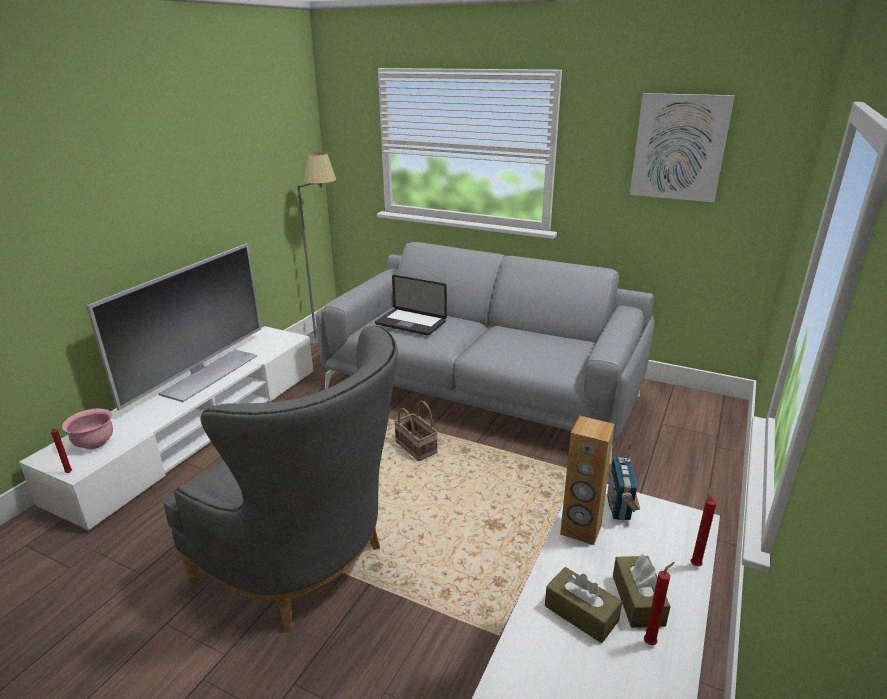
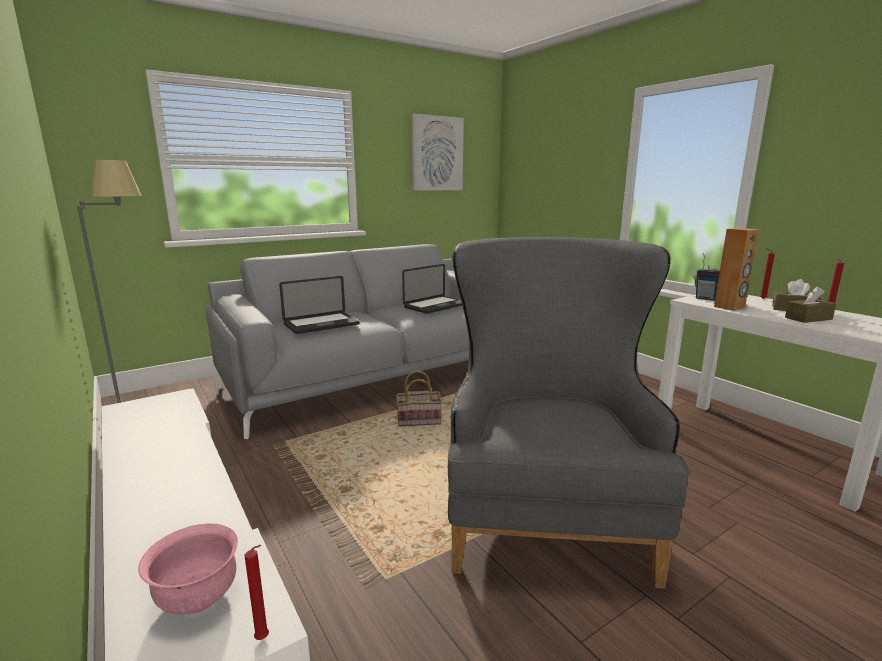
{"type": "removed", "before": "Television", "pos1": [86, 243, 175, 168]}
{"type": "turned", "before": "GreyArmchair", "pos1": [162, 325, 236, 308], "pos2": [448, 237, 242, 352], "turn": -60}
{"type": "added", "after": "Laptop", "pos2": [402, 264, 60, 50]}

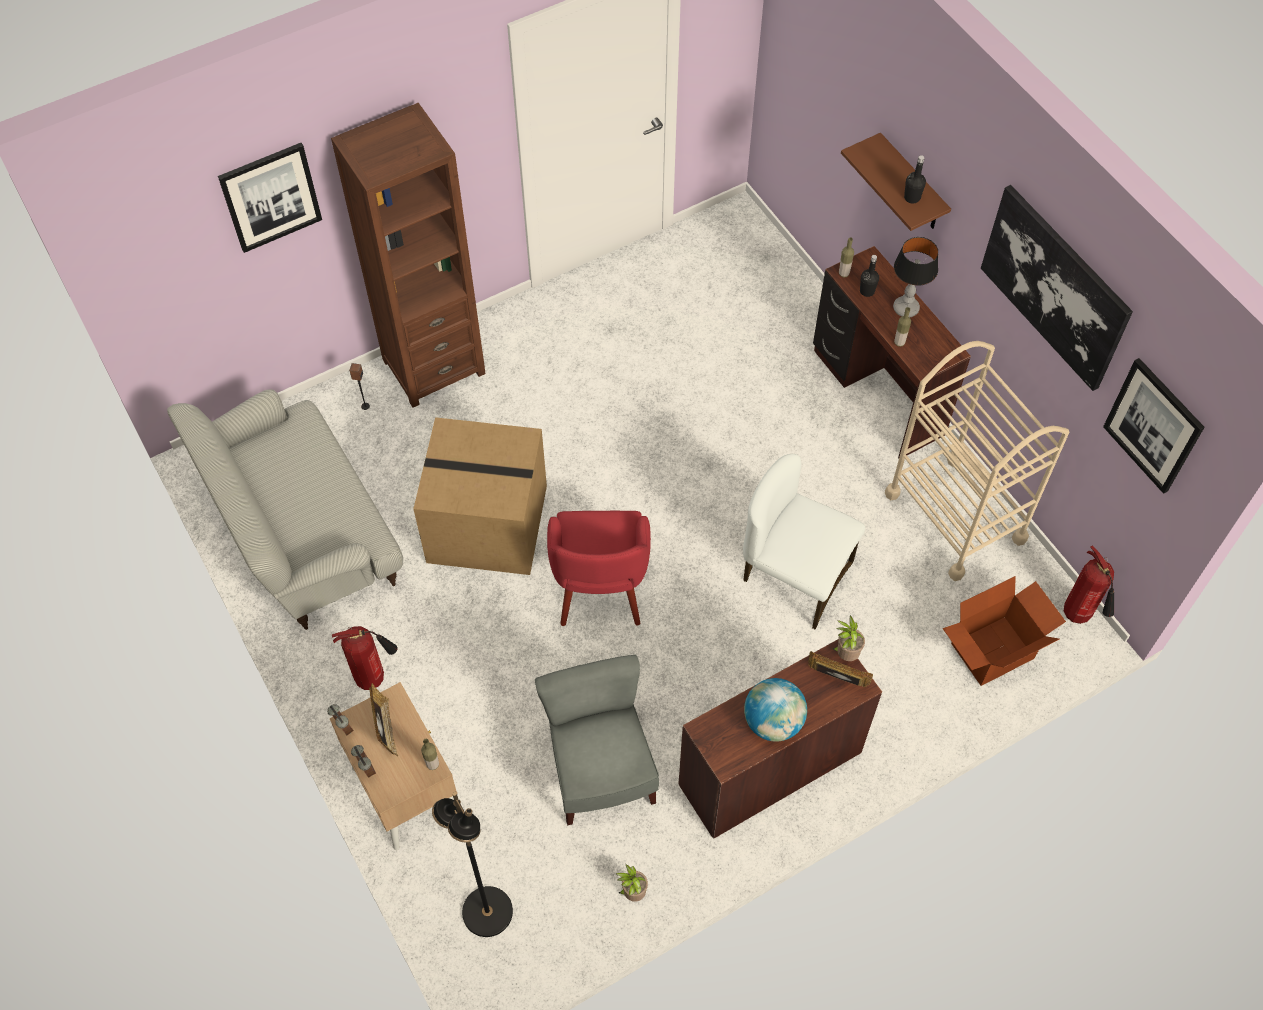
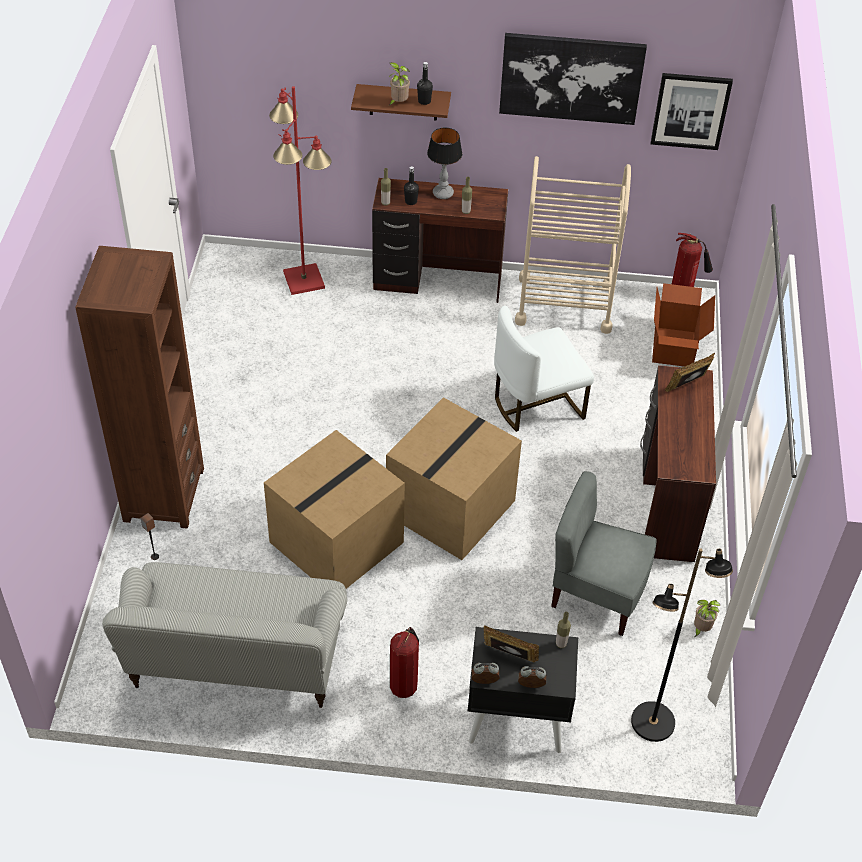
{"type": "removed", "before": "Picture", "pos1": [218, 143, 104, 110]}
{"type": "replaced", "before": "RedArmchair", "after": "CardboardBox", "pos1": [547, 511, 104, 115], "pos2": [386, 397, 136, 163]}
{"type": "moved", "before": "PottedPlant", "pos1": [832, 616, 33, 45], "pos2": [388, 62, 22, 43]}
{"type": "removed", "before": "Globe", "pos1": [744, 678, 63, 64]}
{"type": "recoloured", "before": "BeigeNightstand", "after": "BlackNightstand", "pos1": [330, 682, 127, 168], "pos2": [468, 627, 110, 126]}
{"type": "added", "after": "RedFloorLamp", "pos2": [269, 86, 62, 209]}

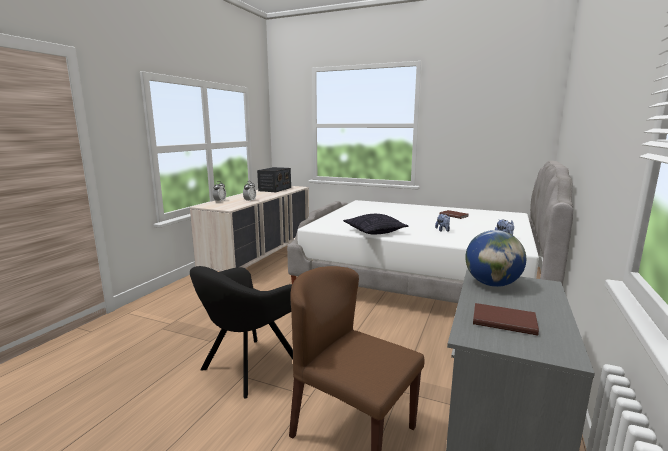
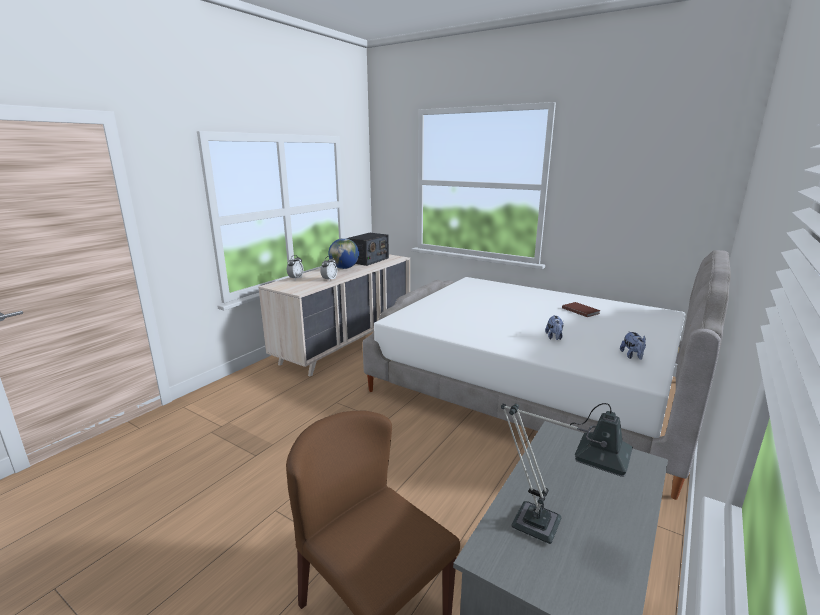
{"type": "removed", "before": "Pillow", "pos1": [343, 214, 65, 21]}
{"type": "moved", "before": "Globe", "pos1": [465, 230, 61, 57], "pos2": [328, 238, 31, 31]}
{"type": "removed", "before": "BlackArmchair", "pos1": [190, 266, 103, 132]}
{"type": "replaced", "before": "BrownBook", "after": "TableLamp", "pos1": [473, 303, 66, 33], "pos2": [501, 403, 132, 141]}

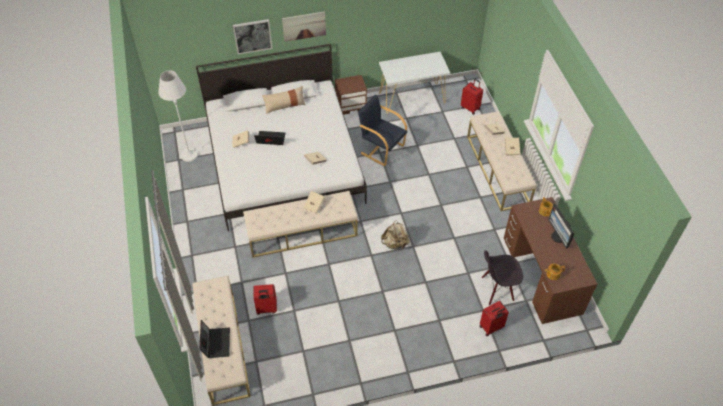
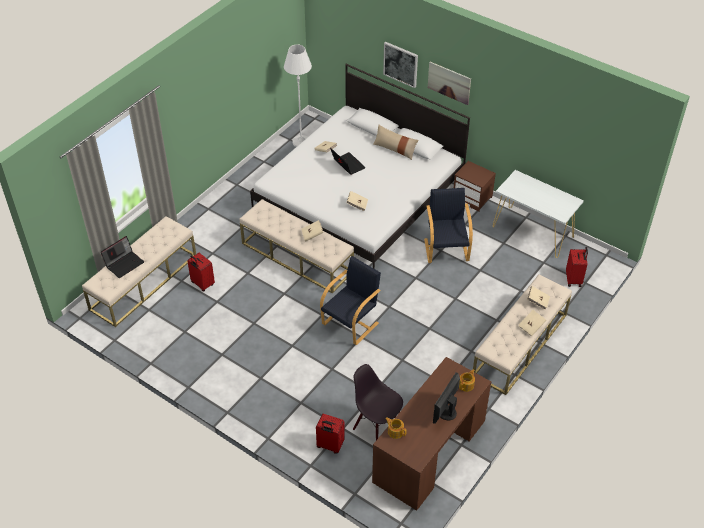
{"type": "replaced", "before": "BeigeBackpack", "after": "BlackArmchair", "pos1": [381, 221, 29, 28], "pos2": [320, 256, 61, 89]}

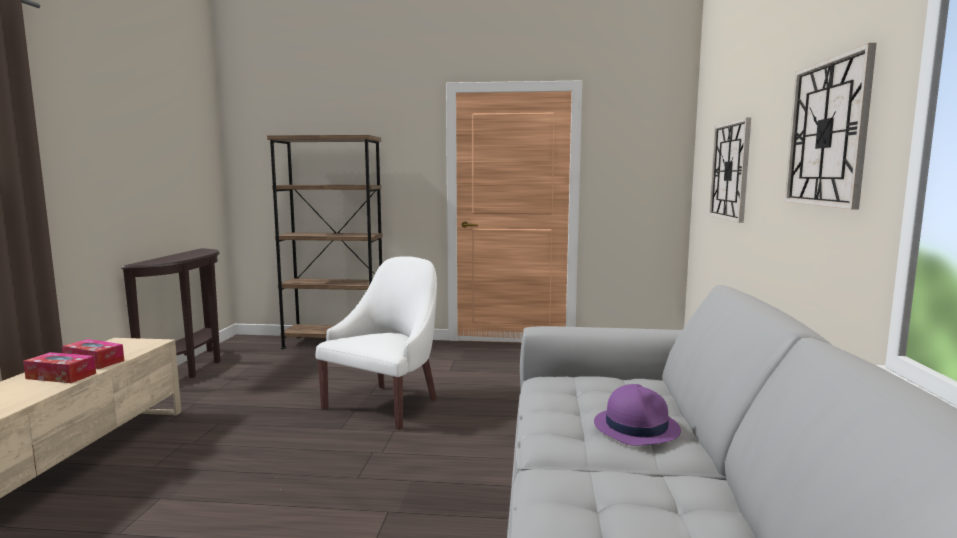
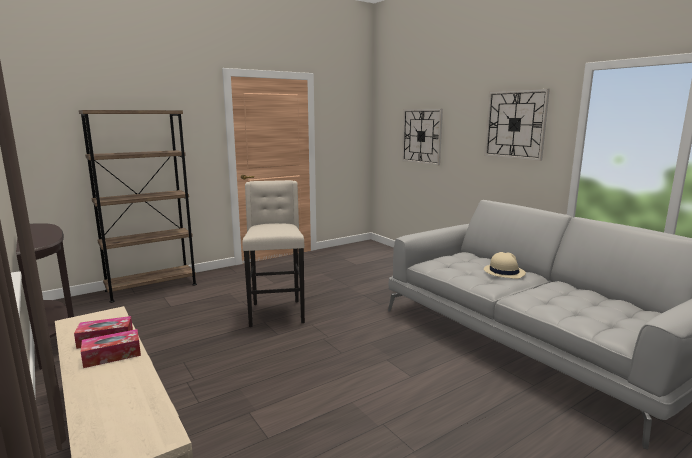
{"type": "replaced", "before": "WhiteArmchair", "after": "BeigeStool", "pos1": [316, 256, 121, 174], "pos2": [242, 180, 63, 147]}
{"type": "recoloured", "before": "PurpleHat", "after": "BeigeHat", "pos1": [594, 384, 87, 62], "pos2": [484, 252, 42, 27]}

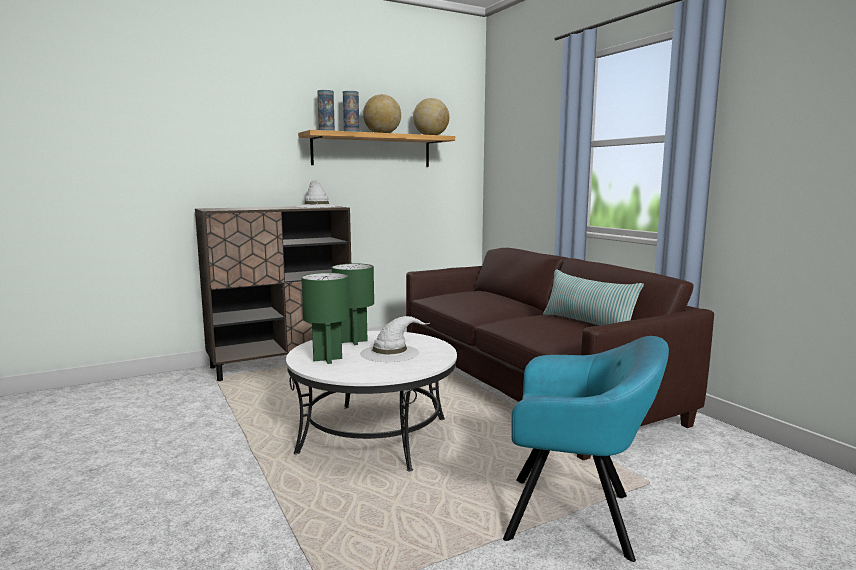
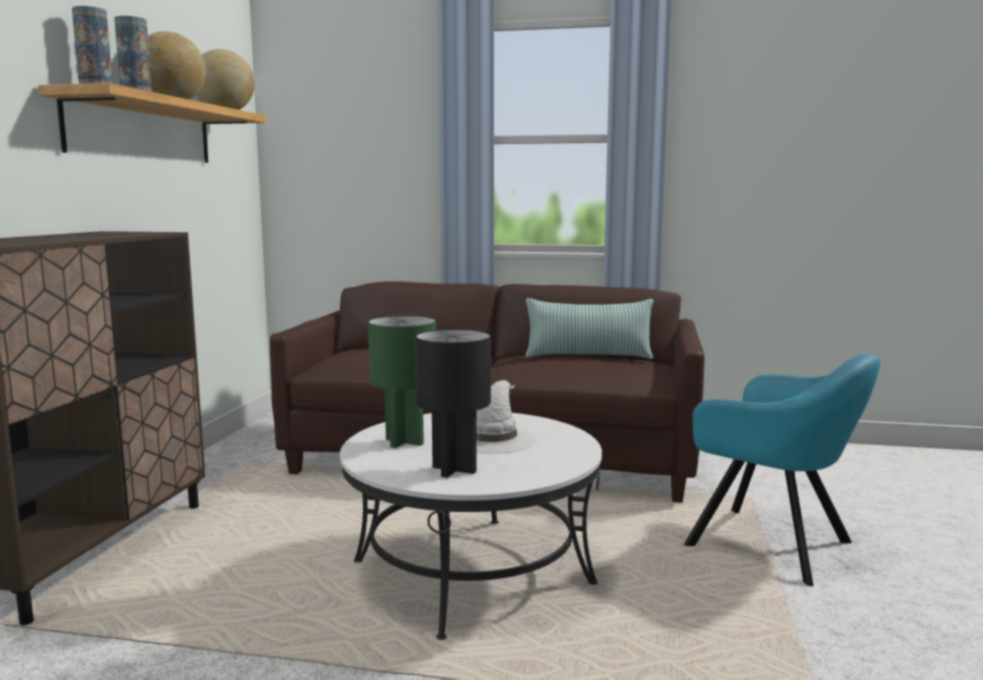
{"type": "removed", "before": "WhiteHat", "pos1": [296, 181, 42, 27]}
{"type": "recoloured", "before": "GreenTableLamp", "after": "BlackTableLamp", "pos1": [301, 273, 49, 91], "pos2": [415, 329, 76, 149]}
{"type": "turned", "before": "TurquoiseArmchair", "pos1": [503, 336, 166, 226], "pos2": [684, 354, 196, 232], "turn": 75}

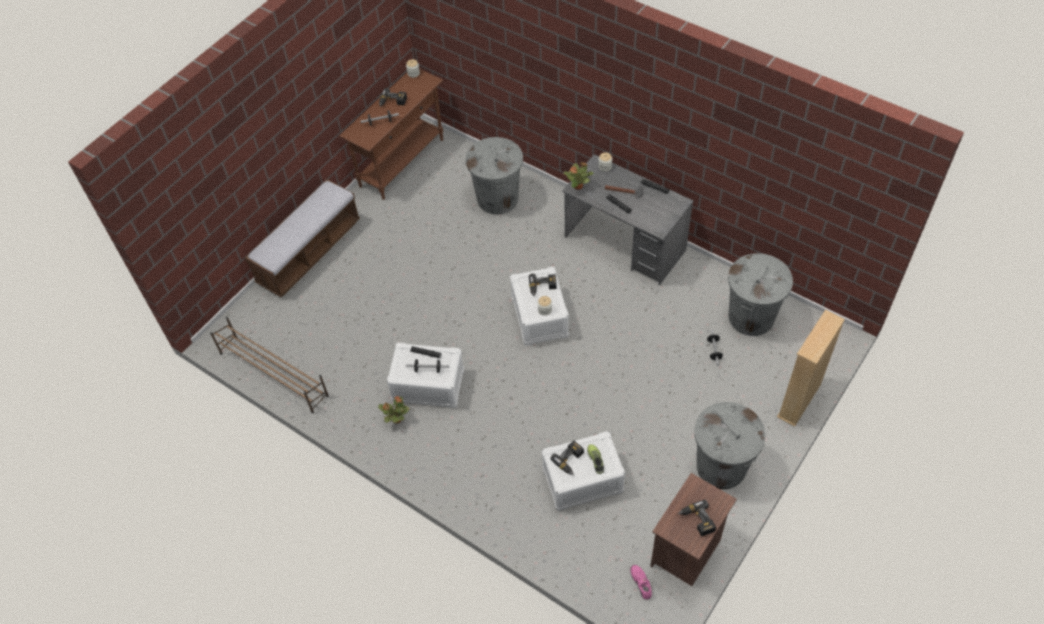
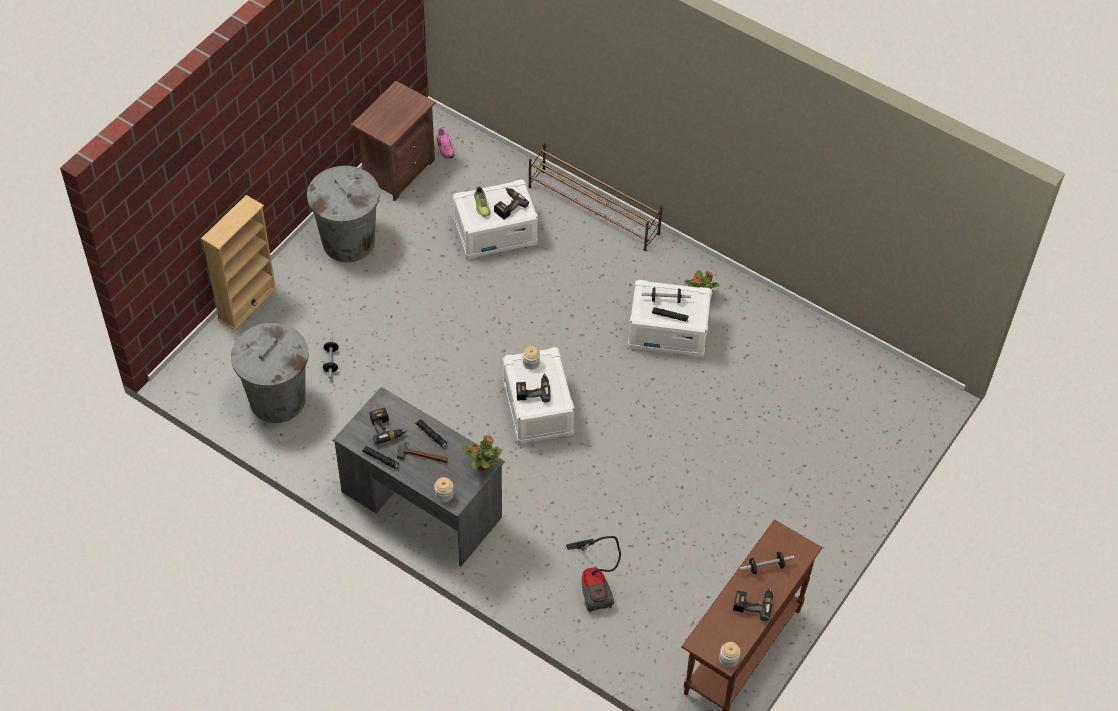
{"type": "replaced", "before": "GreyTrashCan", "after": "VacuumCleaner", "pos1": [465, 137, 58, 78], "pos2": [566, 536, 55, 76]}
{"type": "removed", "before": "Bench", "pos1": [245, 179, 115, 118]}
{"type": "moved", "before": "BrownShoeRack", "pos1": [210, 317, 119, 96], "pos2": [528, 143, 135, 108]}
{"type": "moved", "before": "PowerDrill", "pos1": [678, 500, 38, 37], "pos2": [370, 408, 38, 36]}

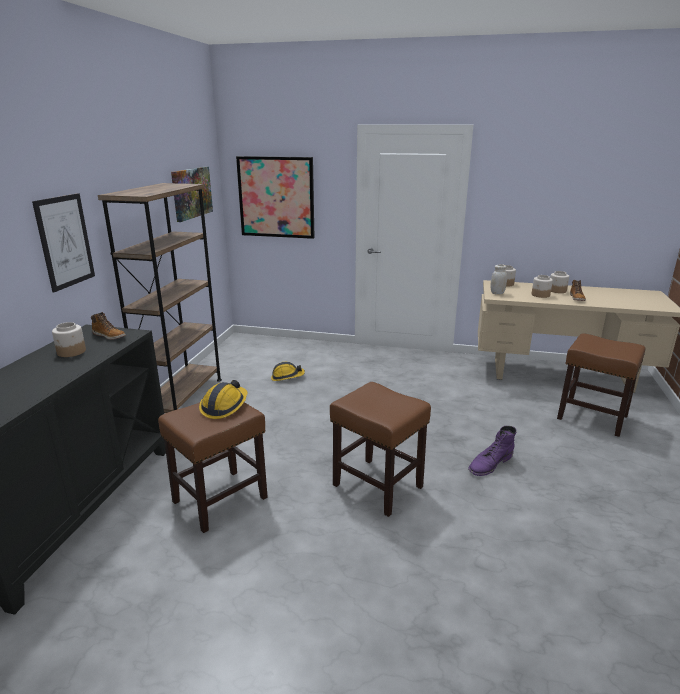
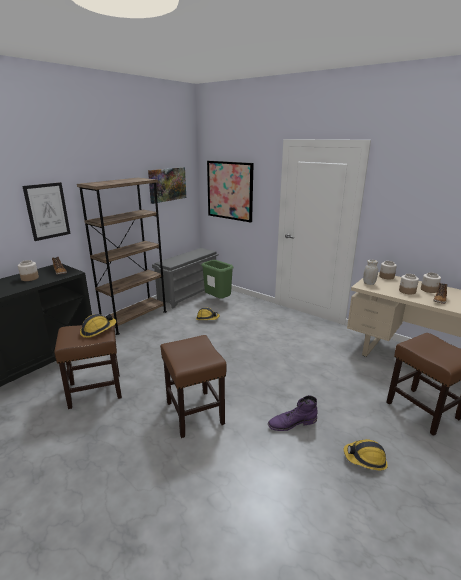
{"type": "added", "after": "GreyShoeRack", "pos2": [152, 248, 67, 60]}
{"type": "added", "after": "GreenTrashCan", "pos2": [201, 260, 33, 39]}
{"type": "added", "after": "HardHat", "pos2": [344, 439, 44, 31]}

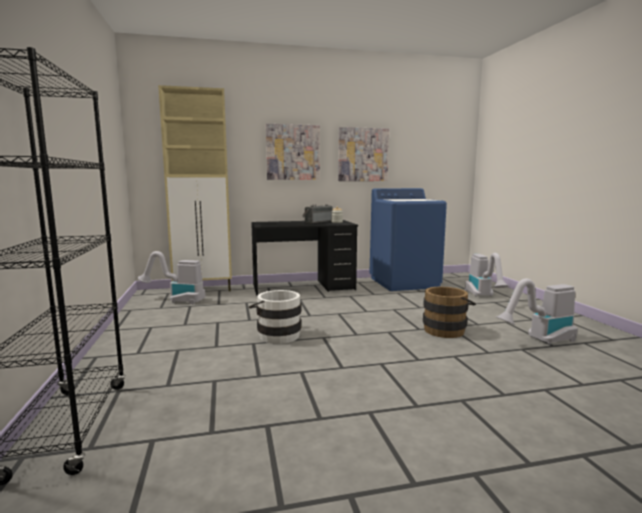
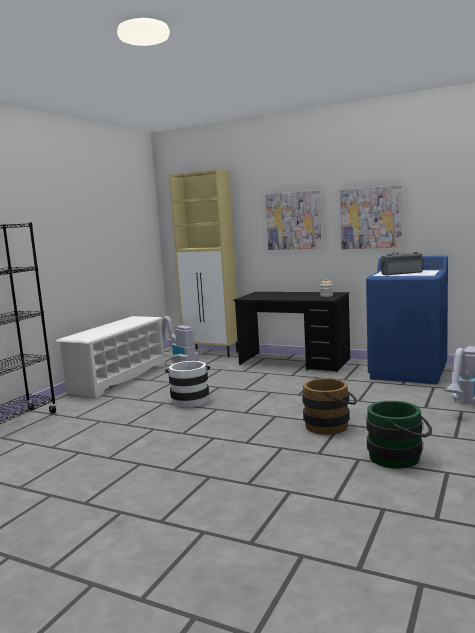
{"type": "moved", "before": "Radio", "pos1": [302, 204, 30, 20], "pos2": [379, 252, 44, 24]}
{"type": "replaced", "before": "VacuumCleaner", "after": "GreenBucket", "pos1": [496, 278, 82, 67], "pos2": [366, 401, 66, 68]}
{"type": "added", "after": "WhiteShoeRack", "pos2": [56, 316, 109, 82]}

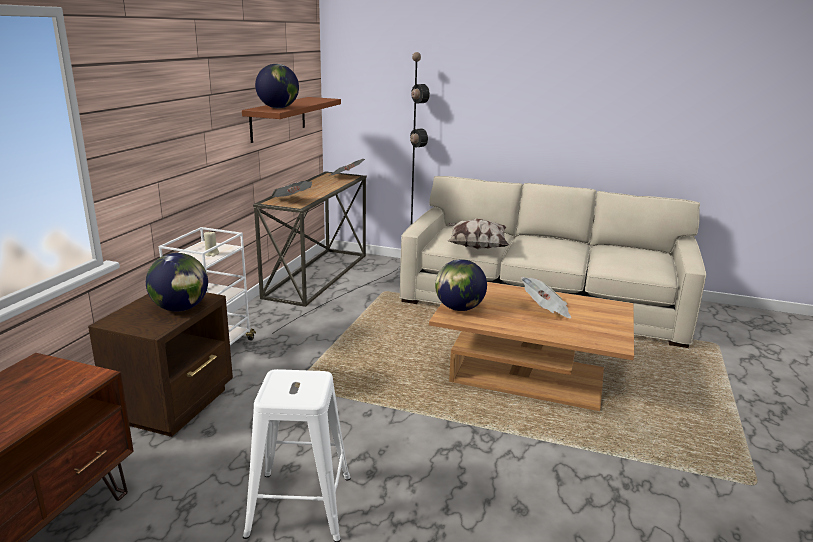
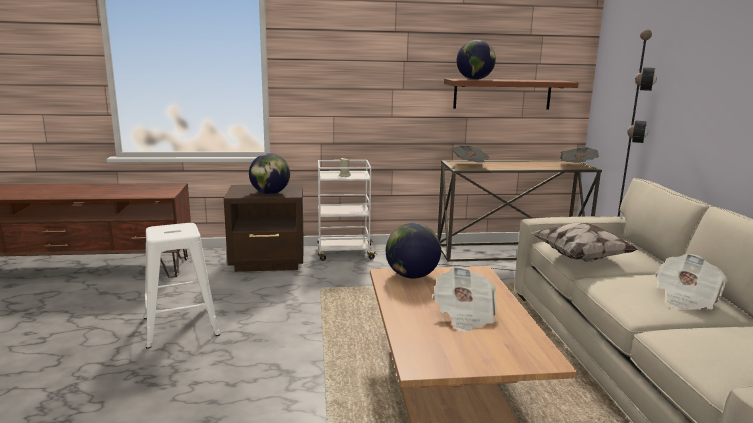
{"type": "added", "after": "Newspaper", "pos2": [655, 254, 72, 55]}

